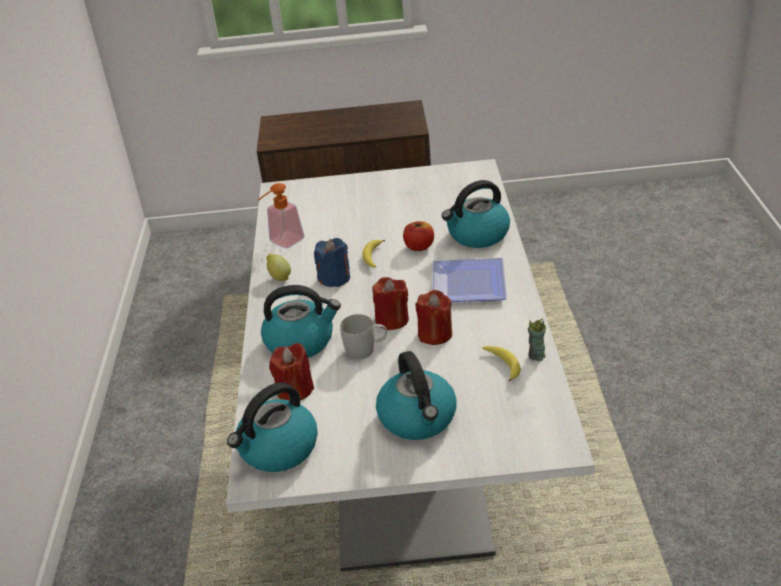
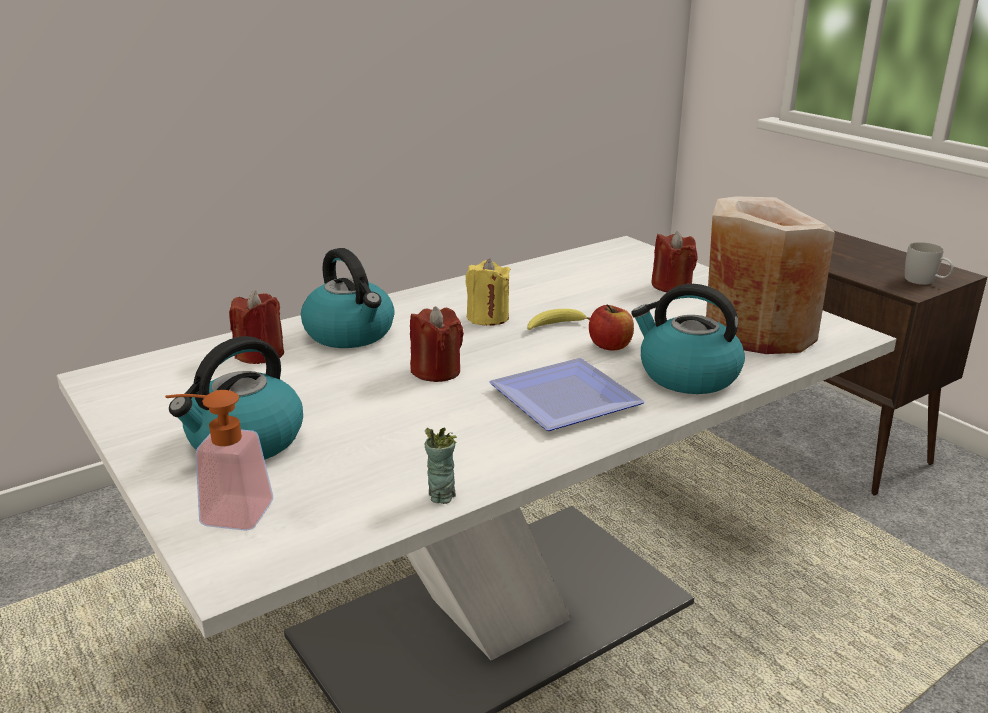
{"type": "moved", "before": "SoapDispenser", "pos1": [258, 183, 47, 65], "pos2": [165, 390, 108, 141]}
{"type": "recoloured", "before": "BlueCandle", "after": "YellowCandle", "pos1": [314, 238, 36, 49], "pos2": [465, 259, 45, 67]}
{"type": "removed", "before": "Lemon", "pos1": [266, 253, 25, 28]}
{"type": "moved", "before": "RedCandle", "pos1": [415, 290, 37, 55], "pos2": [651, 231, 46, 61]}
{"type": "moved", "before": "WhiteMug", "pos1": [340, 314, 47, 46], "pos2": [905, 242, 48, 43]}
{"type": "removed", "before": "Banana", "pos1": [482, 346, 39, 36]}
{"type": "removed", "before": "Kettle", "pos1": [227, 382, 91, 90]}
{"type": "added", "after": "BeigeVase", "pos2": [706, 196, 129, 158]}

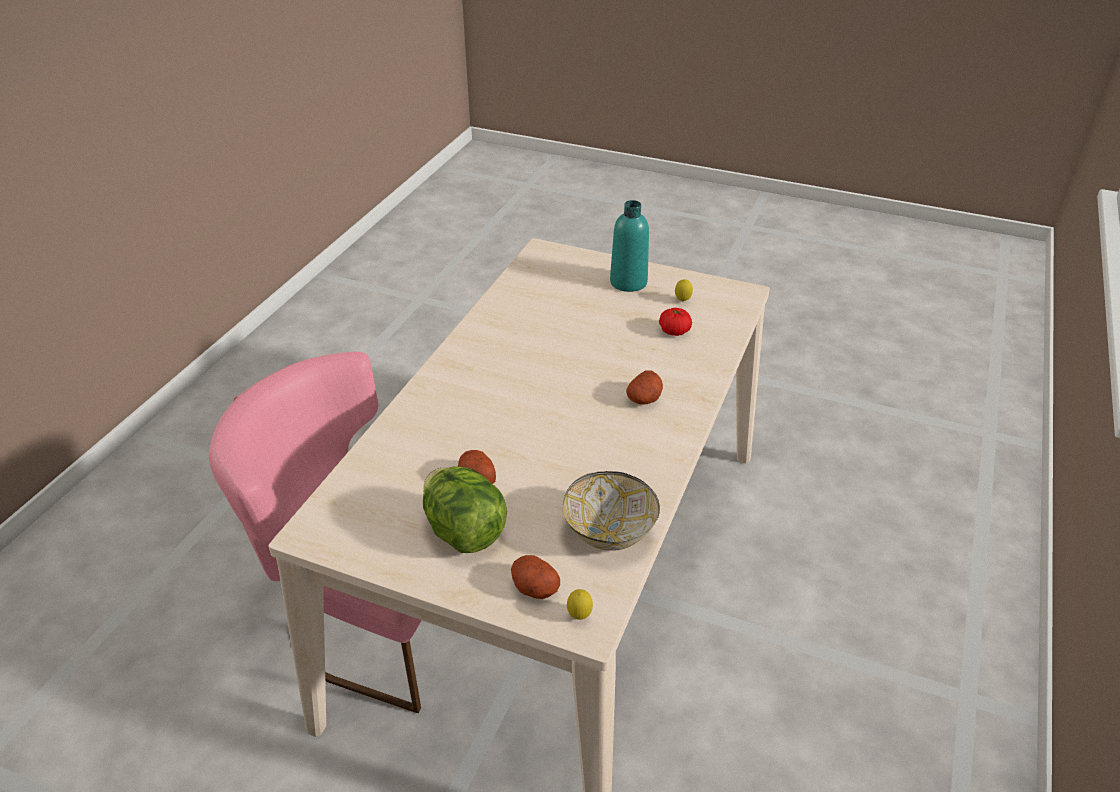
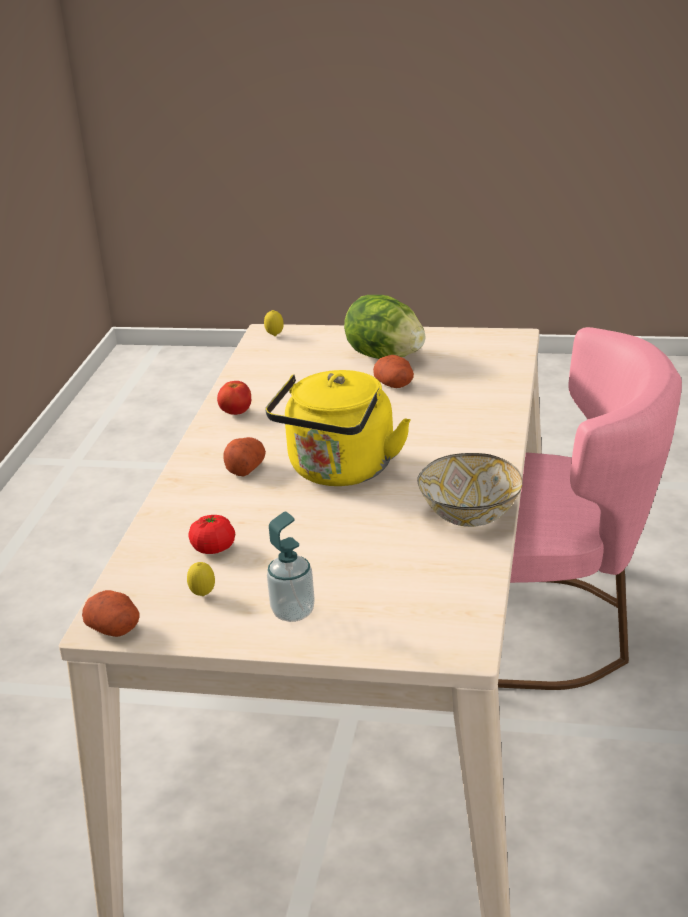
{"type": "replaced", "before": "TurquoiseBottle", "after": "SoapDispenser", "pos1": [610, 200, 39, 92], "pos2": [267, 512, 48, 110]}
{"type": "moved", "before": "Bowl", "pos1": [562, 471, 98, 80], "pos2": [417, 453, 106, 74]}
{"type": "moved", "before": "Potato", "pos1": [511, 555, 49, 44], "pos2": [82, 590, 58, 47]}
{"type": "added", "after": "YellowKettle", "pos2": [265, 370, 146, 116]}
{"type": "added", "after": "Tomato", "pos2": [217, 381, 34, 34]}

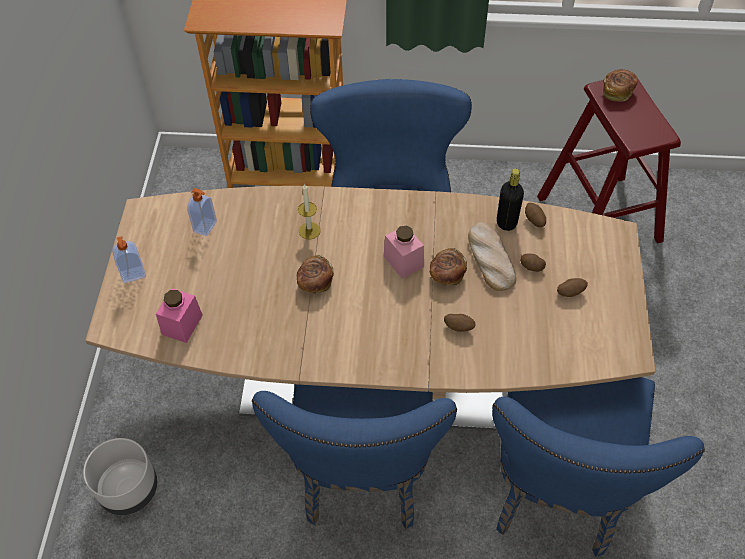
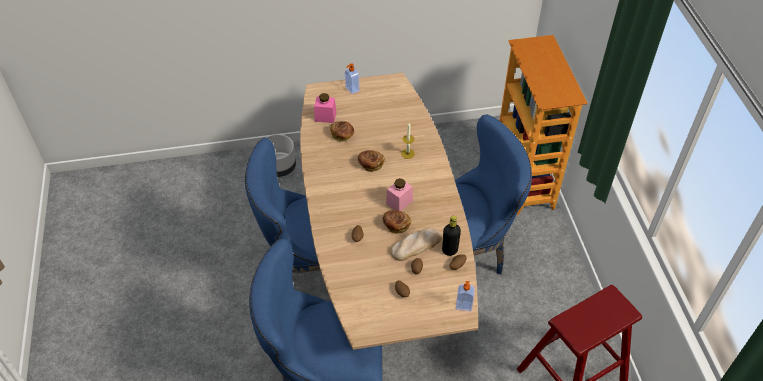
{"type": "moved", "before": "Bread", "pos1": [603, 69, 35, 32], "pos2": [330, 121, 24, 21]}
{"type": "moved", "before": "SoapDispenser", "pos1": [187, 188, 30, 48], "pos2": [456, 281, 19, 30]}

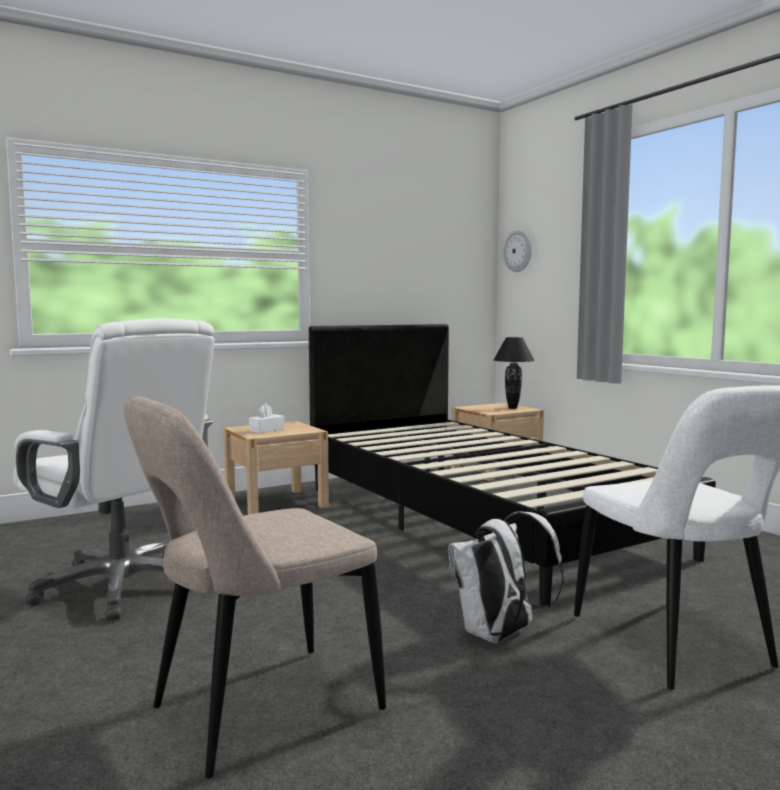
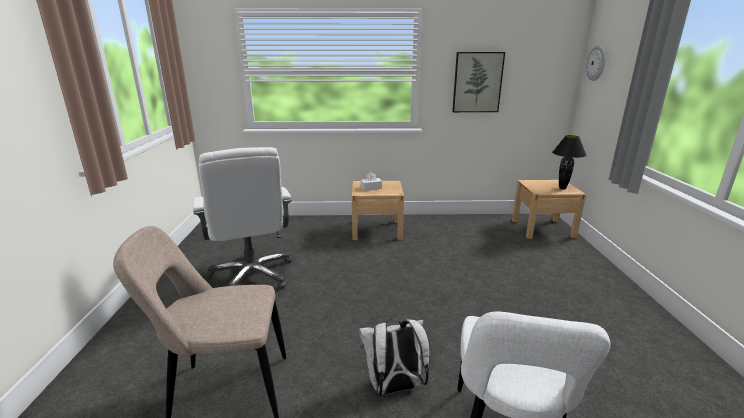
{"type": "removed", "before": "BlackBed", "pos1": [309, 324, 407, 283]}
{"type": "added", "after": "Picture", "pos2": [452, 52, 53, 60]}

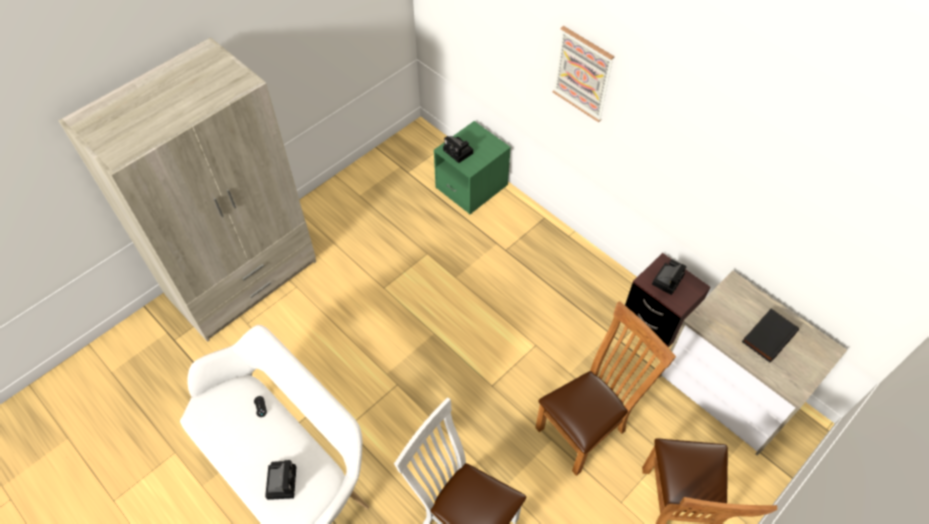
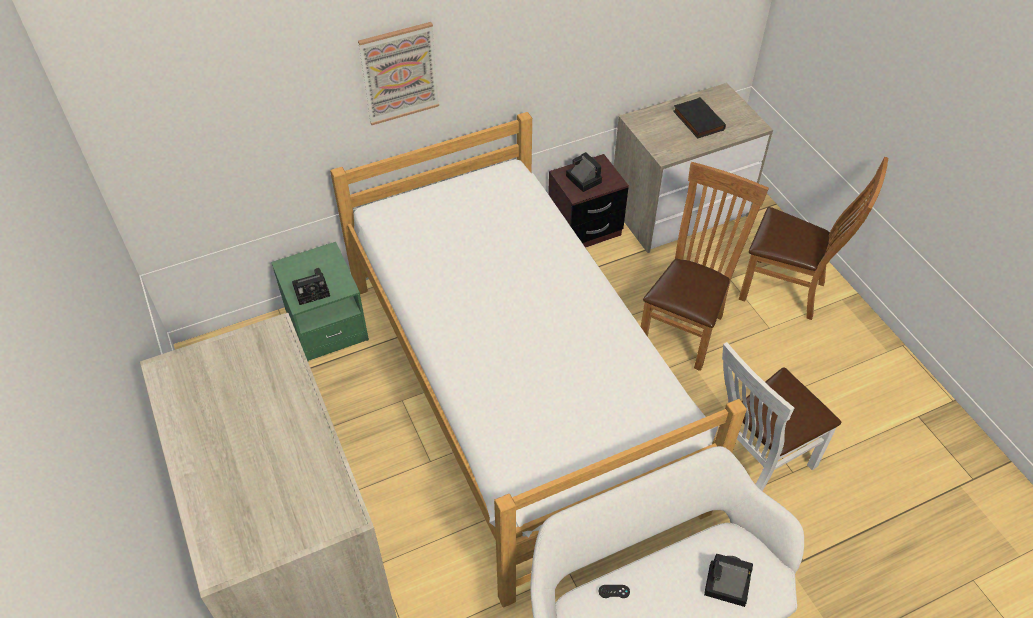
{"type": "turned", "before": "BrownChair", "pos1": [535, 301, 141, 175], "pos2": [641, 162, 128, 209], "turn": 45}
{"type": "added", "after": "Bed", "pos2": [330, 112, 417, 495]}

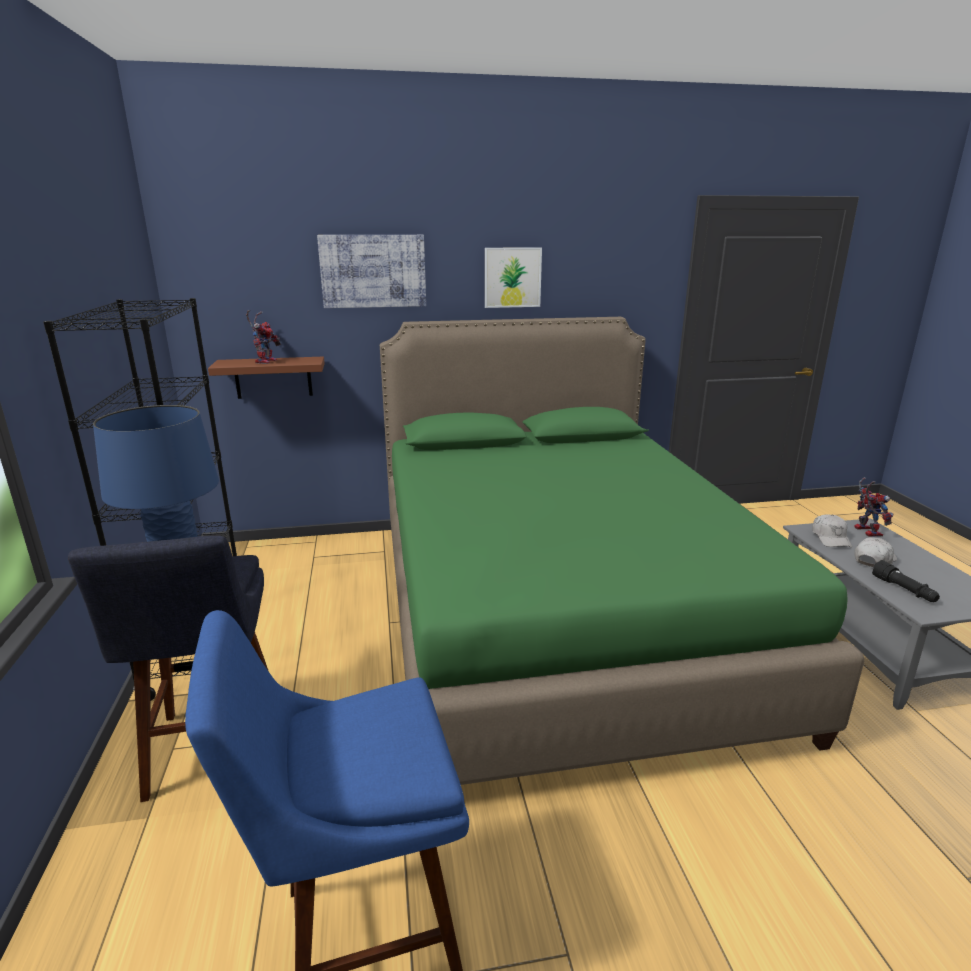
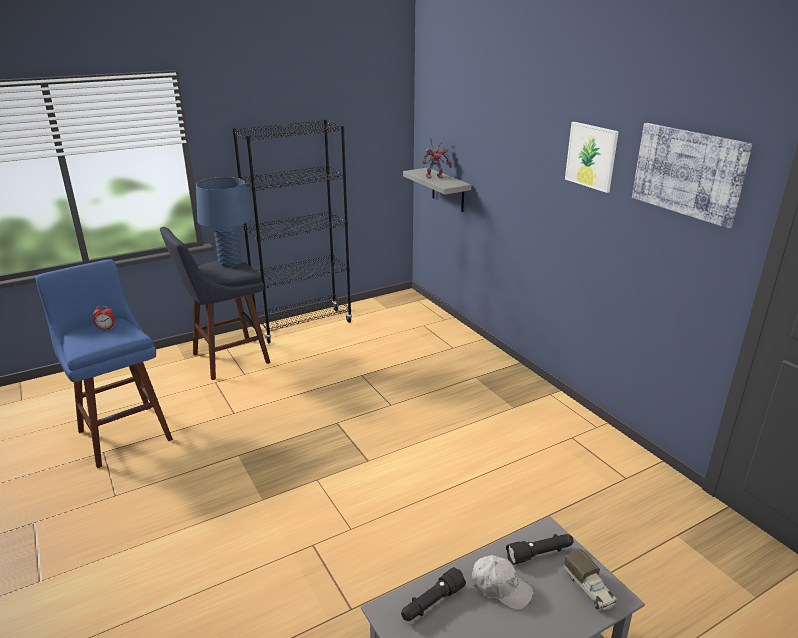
{"type": "moved", "before": "Picture", "pos1": [317, 235, 109, 73], "pos2": [632, 123, 120, 105]}
{"type": "removed", "before": "GreenBed", "pos1": [380, 317, 484, 468]}
{"type": "recoloured", "before": "BrownShelf", "after": "GreyShelf", "pos1": [208, 357, 117, 42], "pos2": [403, 168, 68, 44]}
{"type": "replaced", "before": "ToyRobot", "after": "ToyTruck", "pos1": [854, 477, 39, 60], "pos2": [564, 549, 53, 62]}
{"type": "replaced", "before": "WhiteCap", "after": "BlackFlashlight", "pos1": [812, 514, 40, 33], "pos2": [506, 534, 68, 31]}
{"type": "added", "after": "AlarmClock", "pos2": [93, 306, 22, 24]}

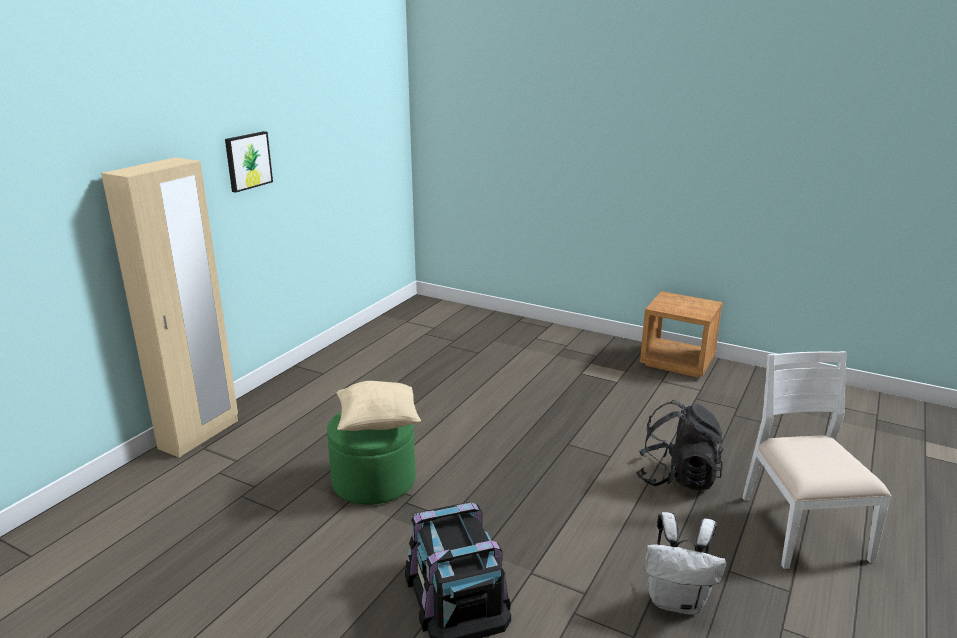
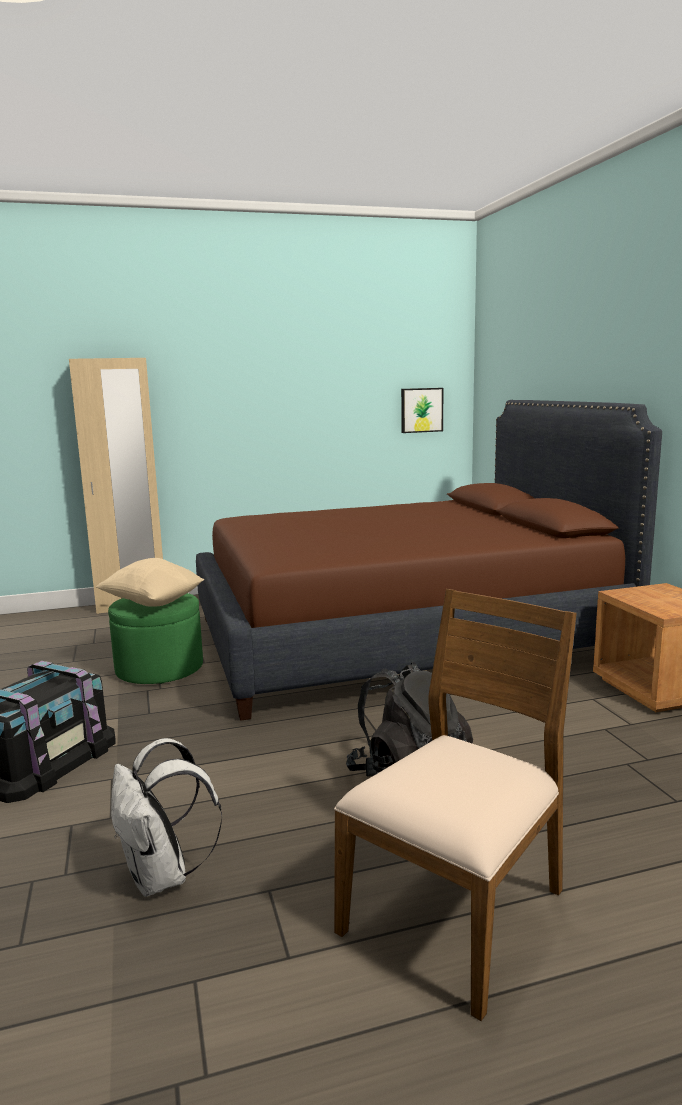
{"type": "moved", "before": "Picture", "pos1": [225, 131, 48, 61], "pos2": [401, 388, 43, 45]}
{"type": "recoloured", "before": "WhiteChair", "after": "BrownChair", "pos1": [742, 351, 149, 218], "pos2": [334, 589, 243, 432]}
{"type": "added", "after": "BrownBed", "pos2": [196, 400, 466, 321]}

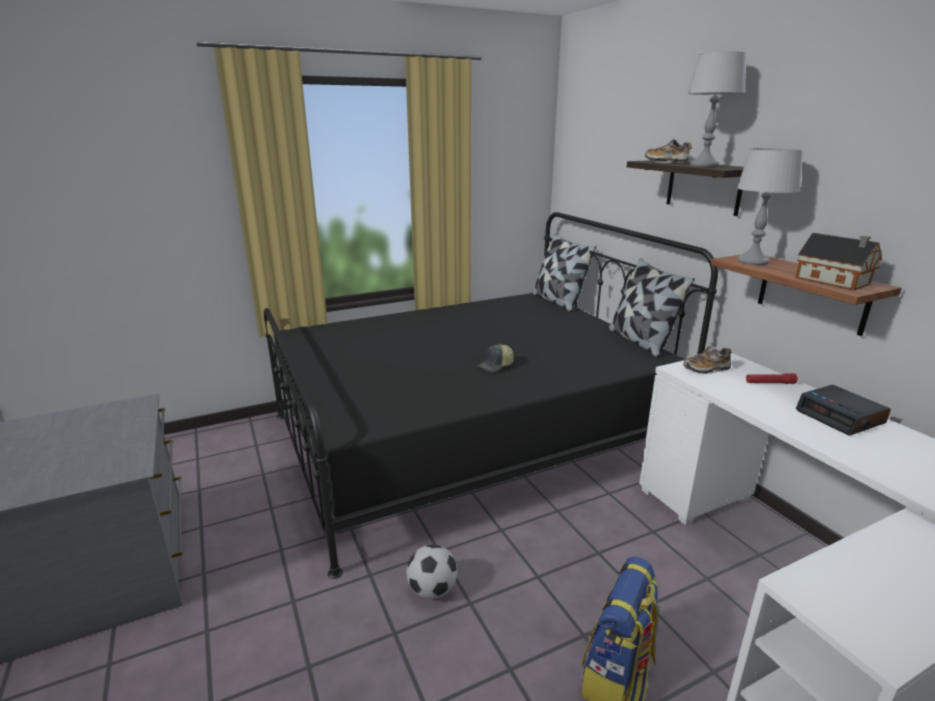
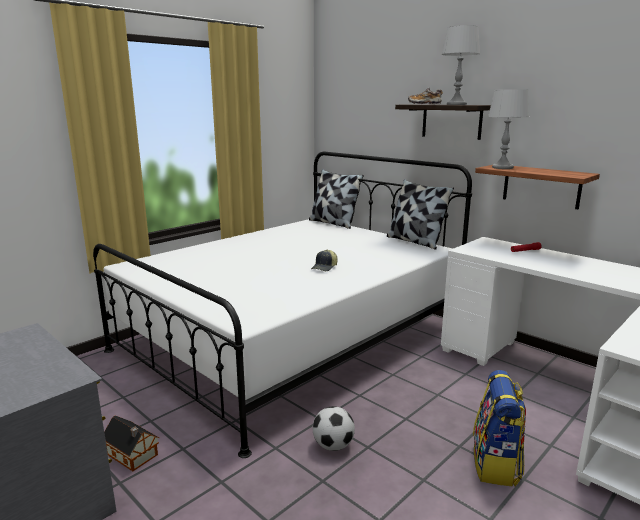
{"type": "recoloured", "before": "BlackBed", "after": "WhiteBed", "pos1": [264, 212, 454, 367], "pos2": [93, 152, 379, 306]}
{"type": "moved", "before": "ToyHouse", "pos1": [795, 233, 87, 58], "pos2": [104, 415, 55, 56]}
{"type": "removed", "before": "Shoe", "pos1": [684, 346, 48, 28]}
{"type": "removed", "before": "AlarmClock", "pos1": [796, 385, 95, 51]}

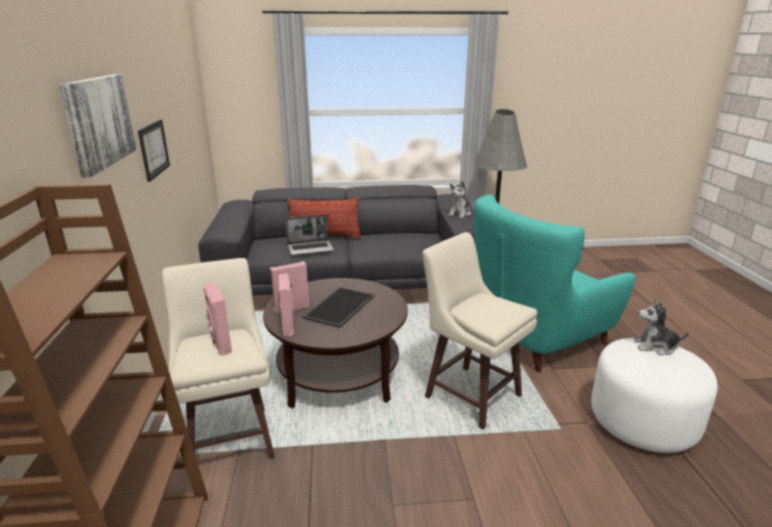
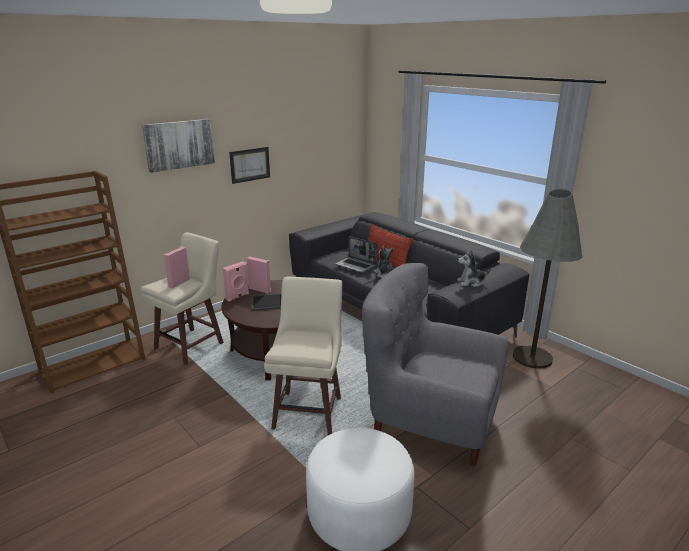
{"type": "recoloured", "before": "TurquoiseArmchair", "after": "GreyArmchair", "pos1": [474, 194, 162, 178], "pos2": [362, 263, 146, 203]}
{"type": "moved", "before": "PlushToy", "pos1": [634, 300, 55, 55], "pos2": [375, 246, 19, 32]}

